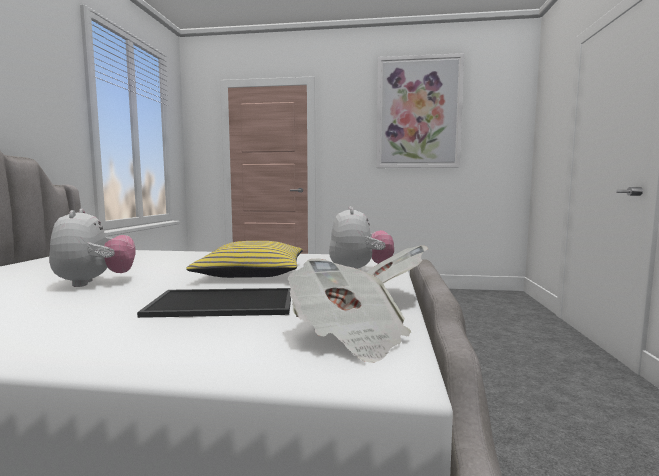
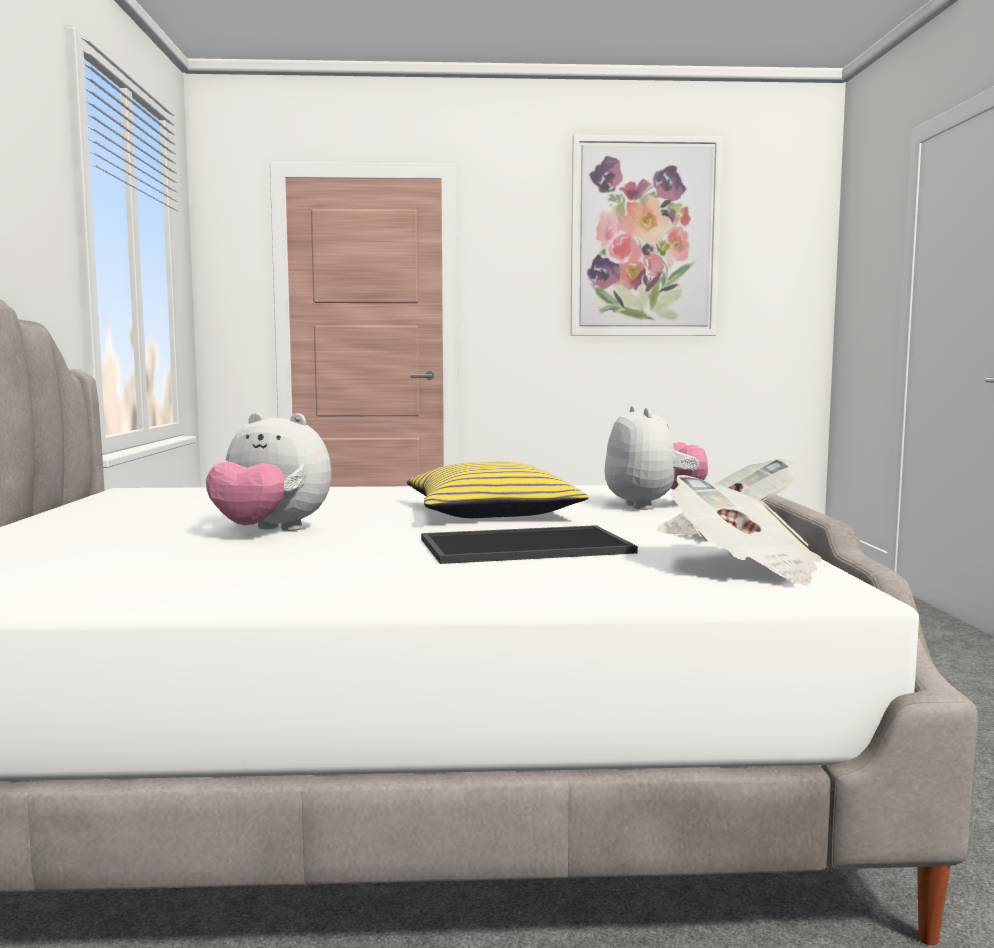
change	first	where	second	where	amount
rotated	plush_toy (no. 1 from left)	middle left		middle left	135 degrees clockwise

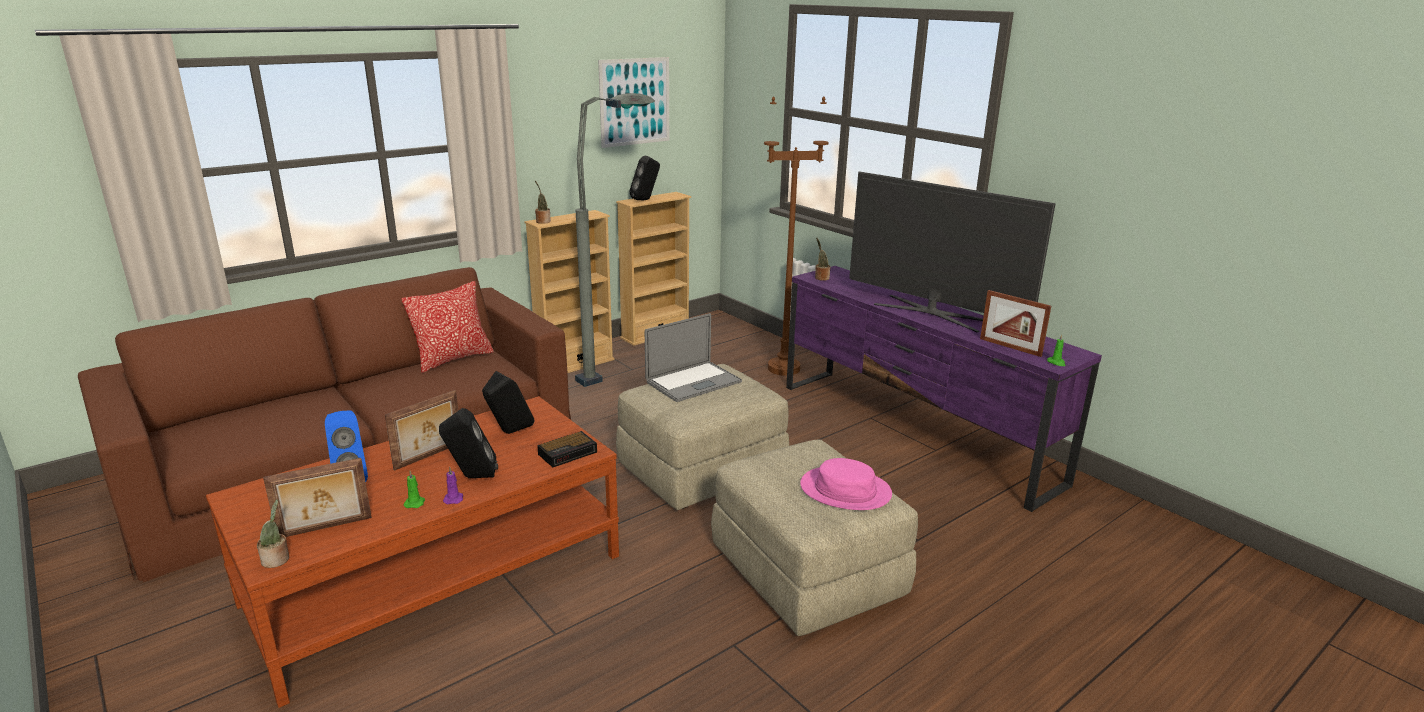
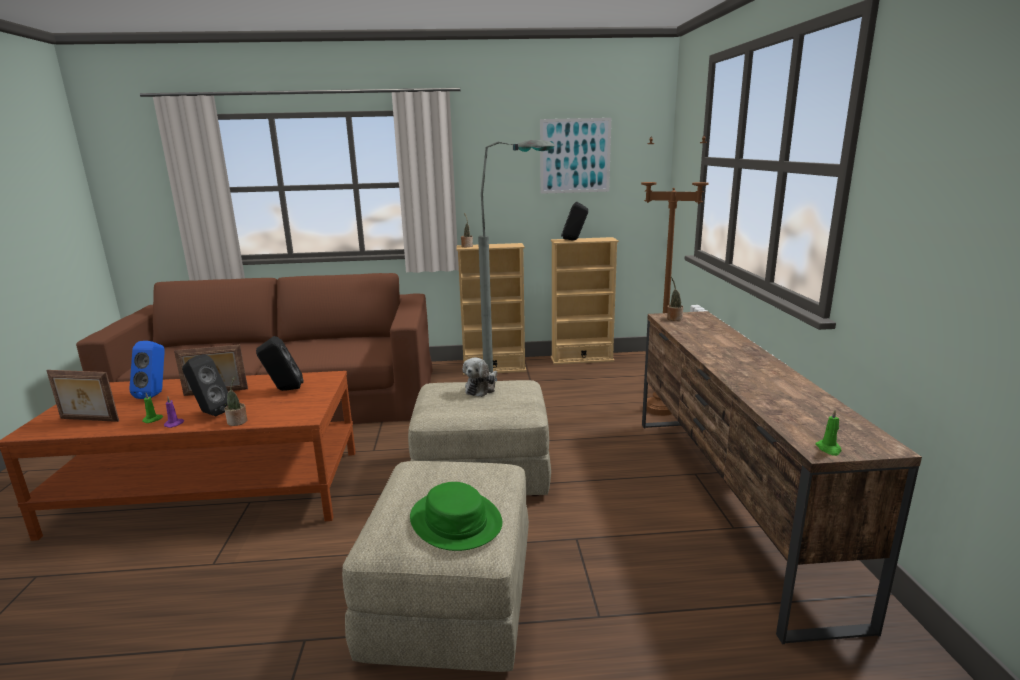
change	first	where	second	where	amount
gone	pillow	middle left			
gone	alarm_clock	centre			
gone	television	middle right			
gone	picture_frame (no. 3 from left)	middle right			
shifted	potted_plant (no. 1 from left)	bottom left		middle left	
swapped	laptop	centre	plush_toy	centre	
repainted	purple_tv_stand	centre	brown_tv_stand	bottom right	
repainted	pink_hat	bottom centre	green_hat	bottom centre	

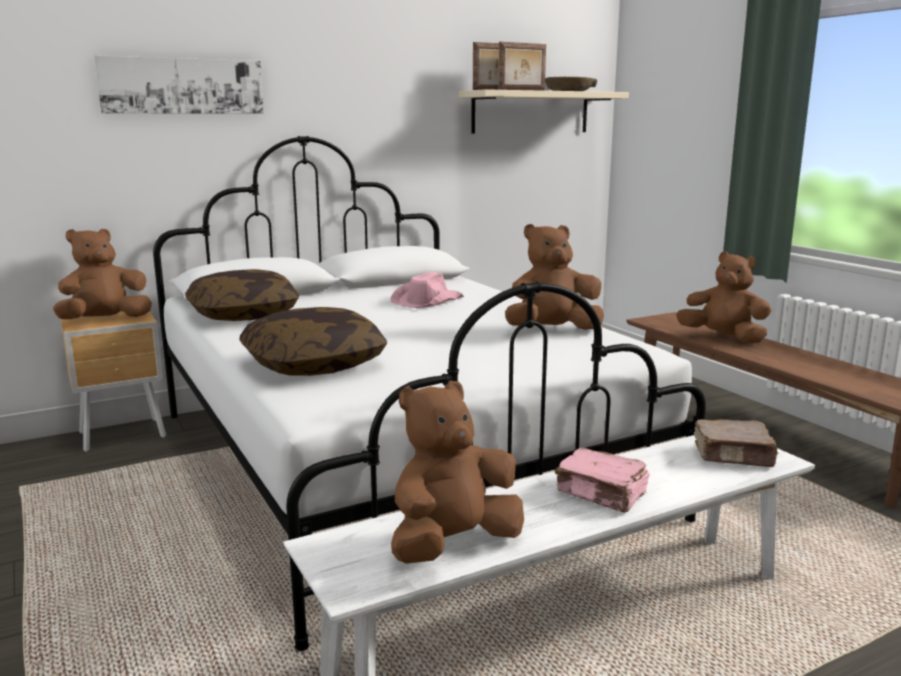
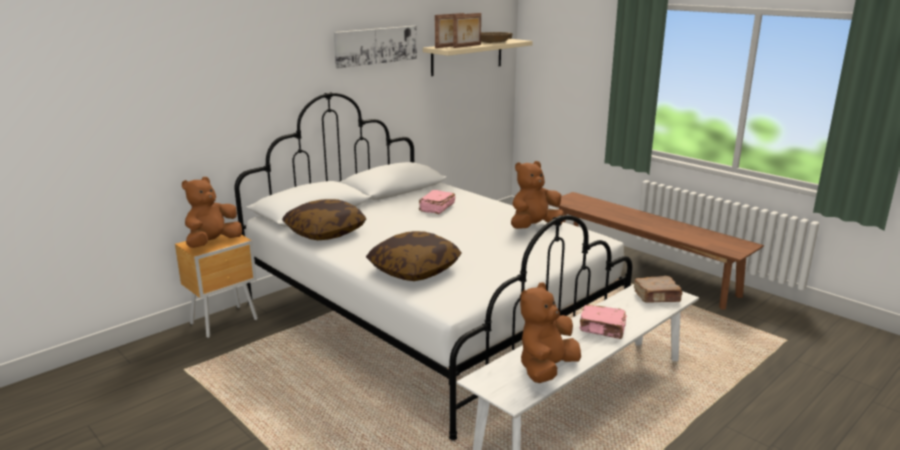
change	first	where	second	where	amount
gone	brown_plush_toy (no. 4 from left)	middle right			
shifted	picture	top left		top centre	
swapped	pink_hat	centre	pink_book (no. 1 from left)	centre	

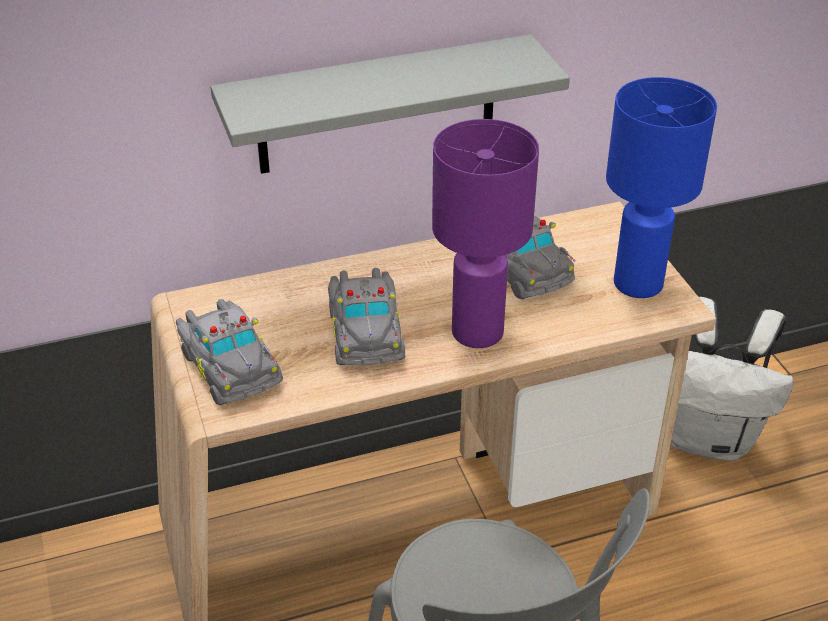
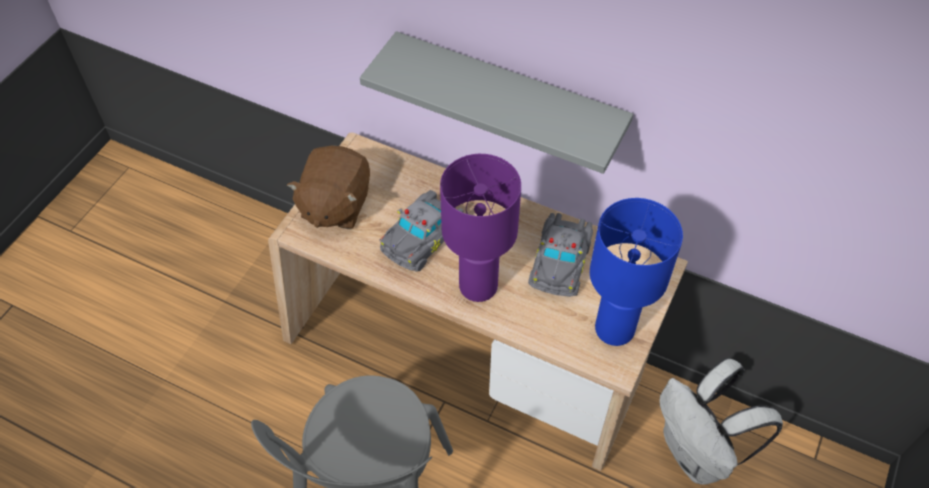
change	first	where	second	where	amount
swapped	grey_toy_car (no. 1 from left)	middle left	brown_plush_toy	centre	

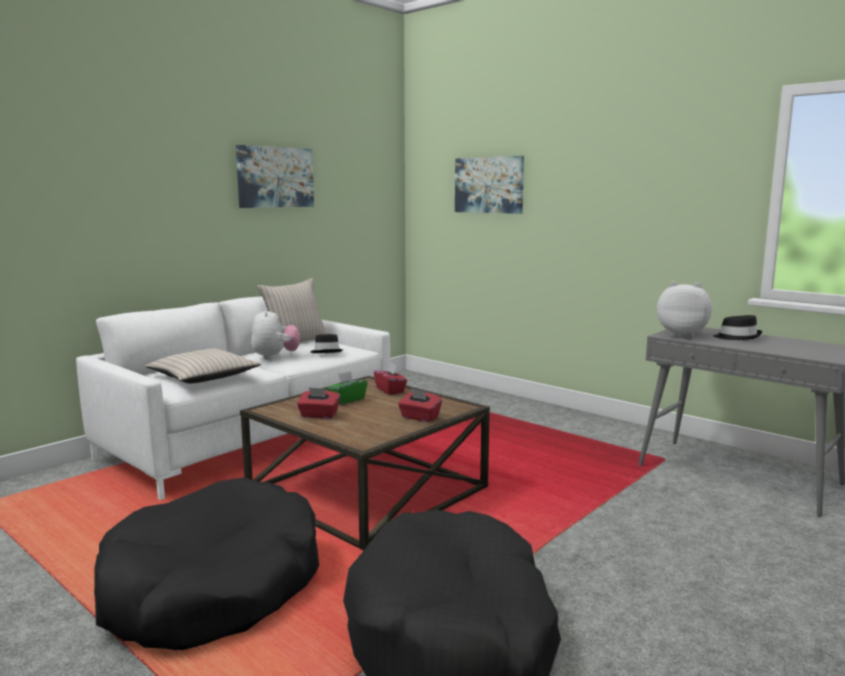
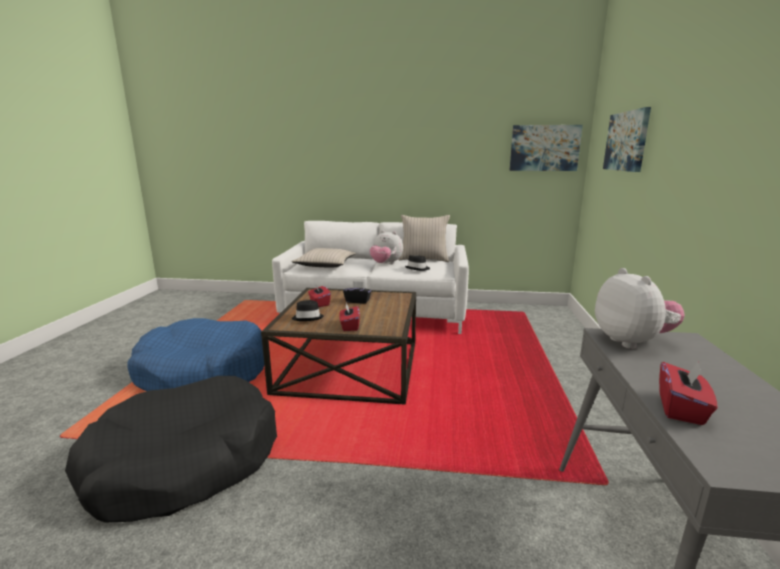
change	first	where	second	where	amount
shifted	picture (no. 1 from left)	top left		top right	
shifted	red_tissue_box (no. 2 from left in the first image)	centre	red_tissue_box (no. 3 from left)	bottom right	
shifted	black_hat (no. 2 from left in the first image)	middle right	black_hat (no. 1 from left)	centre	
repainted	black_dog_bed (no. 1 from left)	bottom left	blue_dog_bed	middle left	
repainted	green_tissue_box	centre	black_tissue_box	centre	
rotated	plush_toy (no. 1 from left)	middle left		centre	75 degrees clockwise

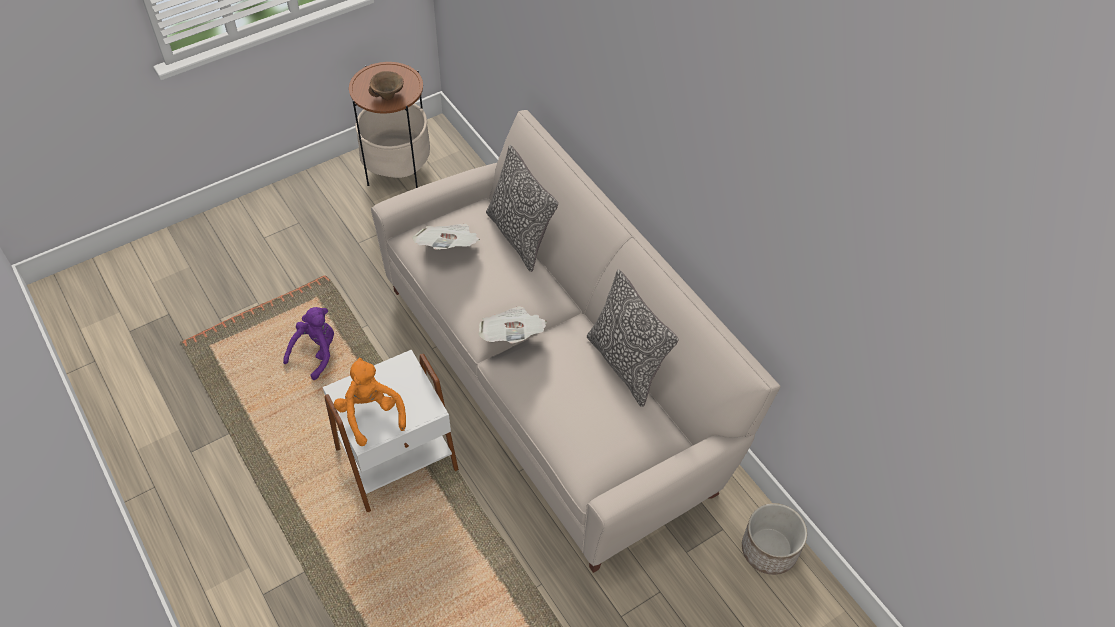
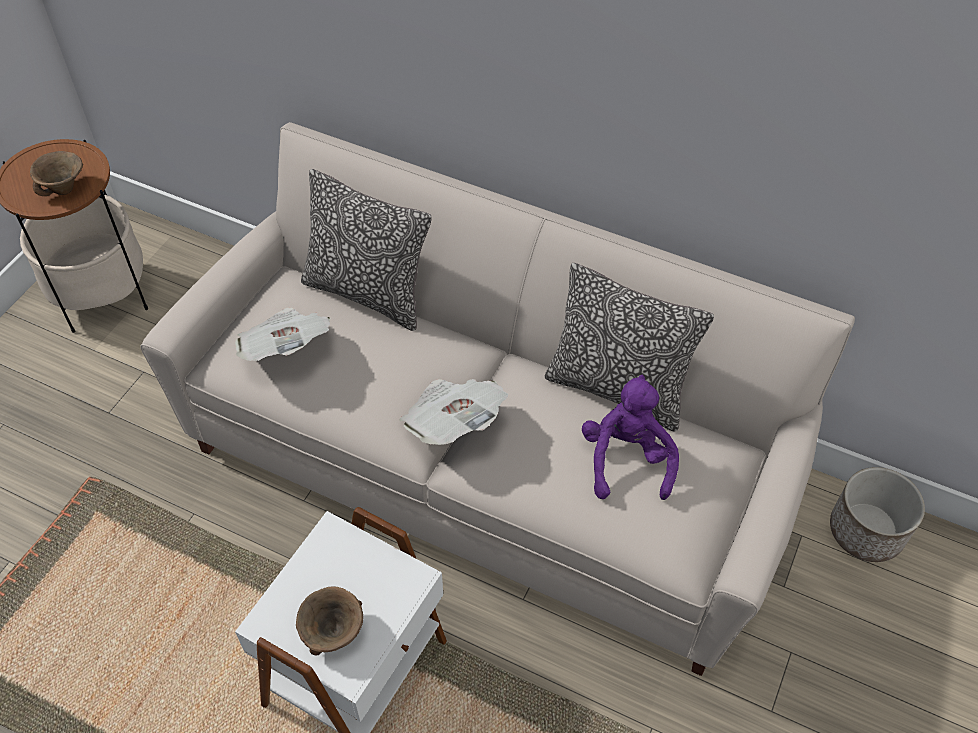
change	first	where	second	where	amount
shifted	purple_plush_toy	middle left		centre	
swapped	orange_plush_toy	middle left	brown_bowl (no. 2 from left)	bottom centre	

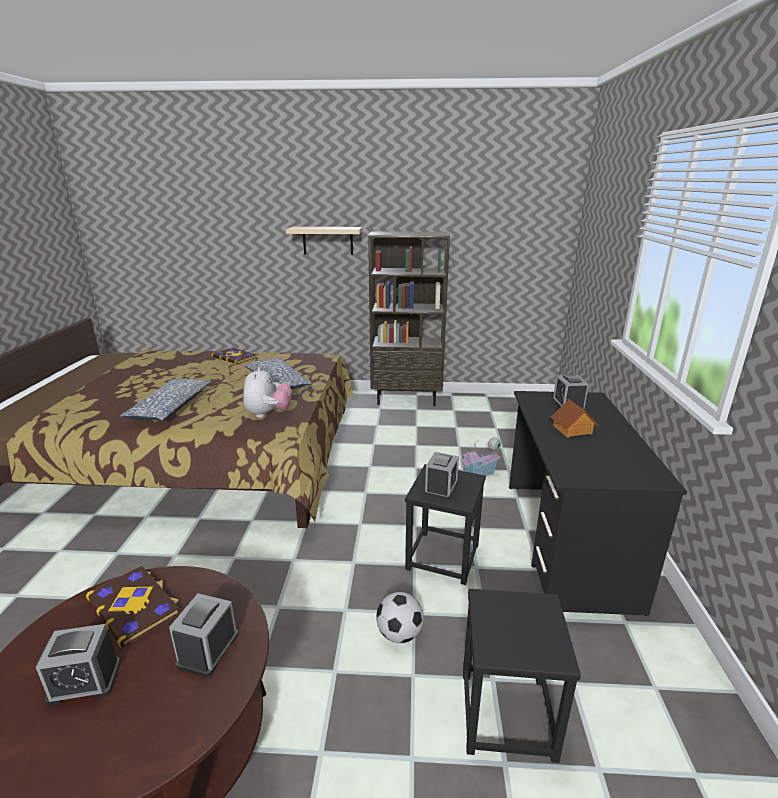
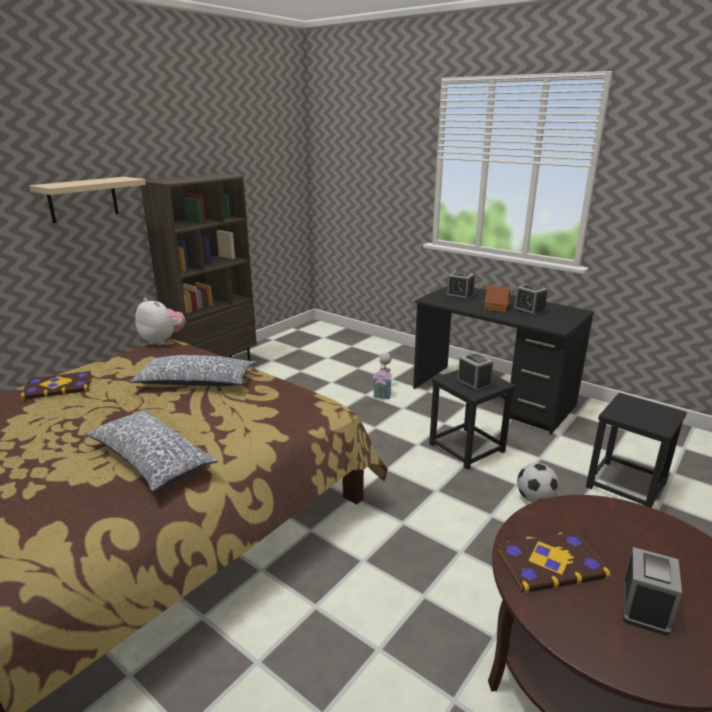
change	first	where	second	where	amount
shifted	alarm_clock (no. 2 from left in the first image)	bottom left	alarm_clock (no. 3 from left)	middle right	
shifted	plush_toy	centre		middle left	

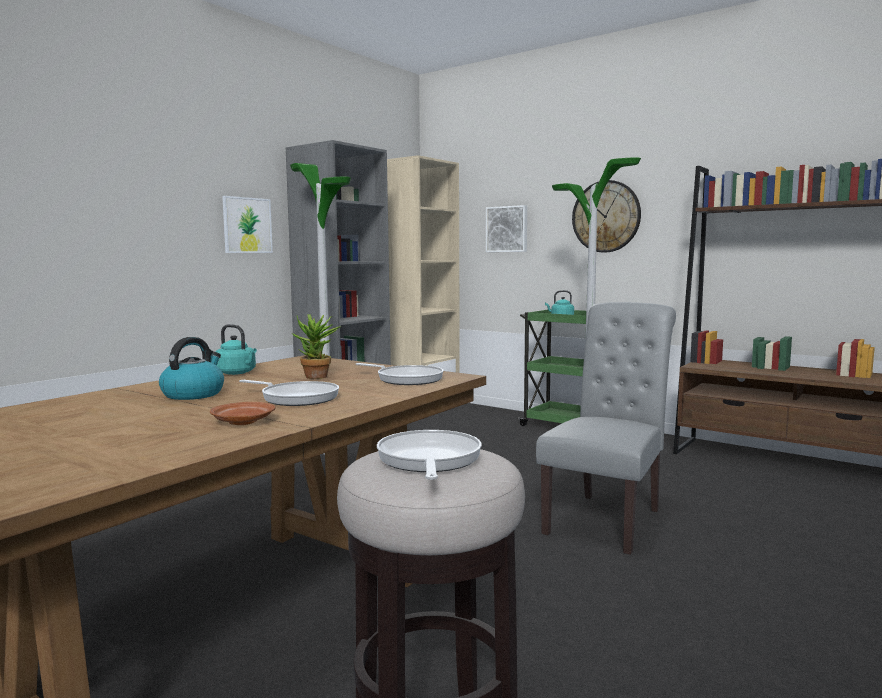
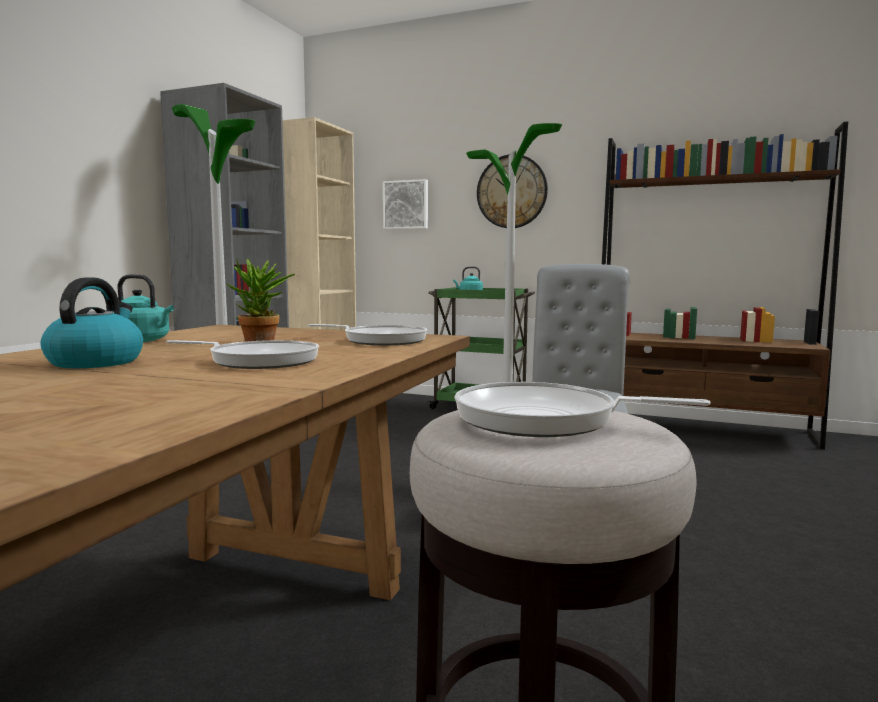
change	first	where	second	where	amount
gone	brown_plate	middle left			
gone	picture (no. 1 from left)	top left			
rotated	frying_pan (no. 3 from left)	centre		centre	60 degrees counterclockwise

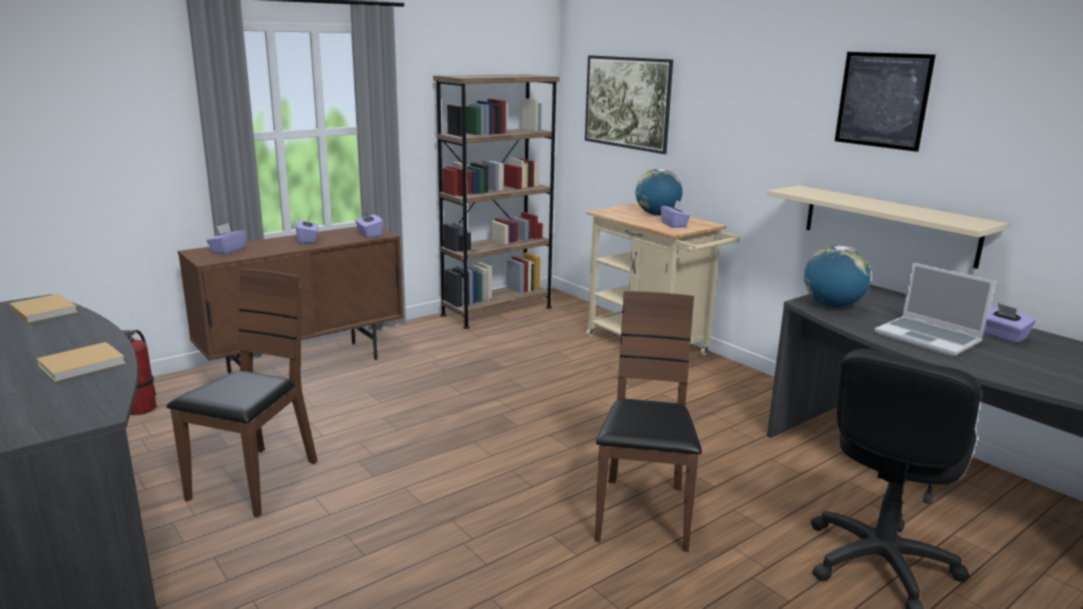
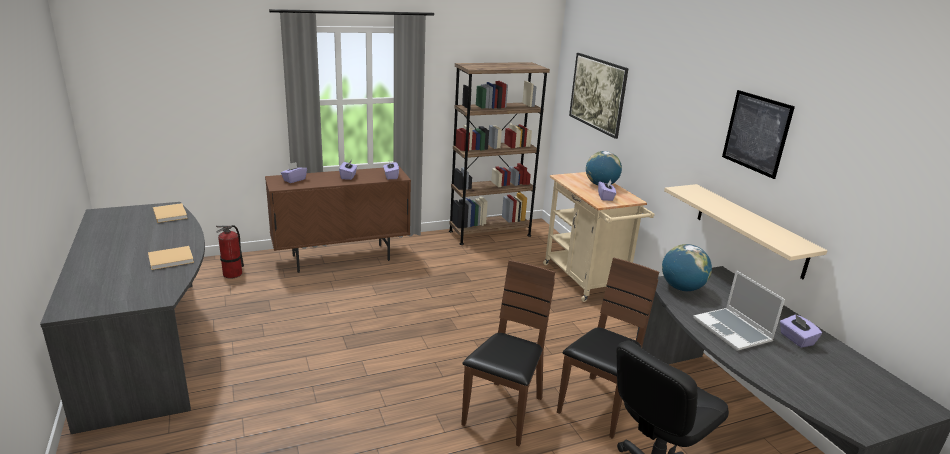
change	first	where	second	where	amount
shifted	brown_chair (no. 1 from left in the first image)	middle left	brown_chair (no. 2 from left)	bottom centre	

